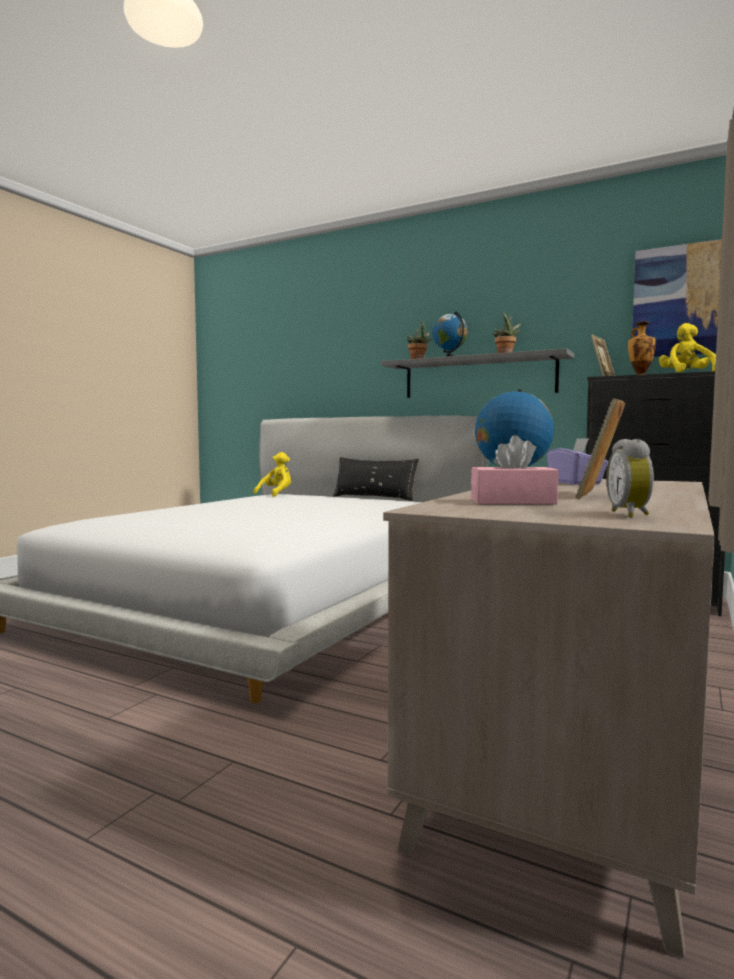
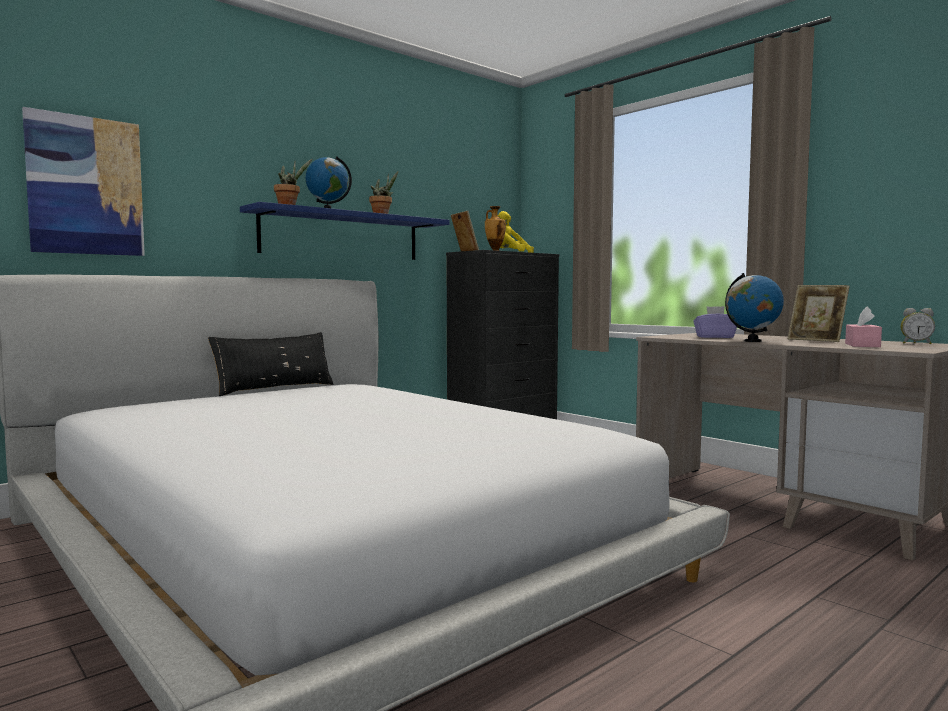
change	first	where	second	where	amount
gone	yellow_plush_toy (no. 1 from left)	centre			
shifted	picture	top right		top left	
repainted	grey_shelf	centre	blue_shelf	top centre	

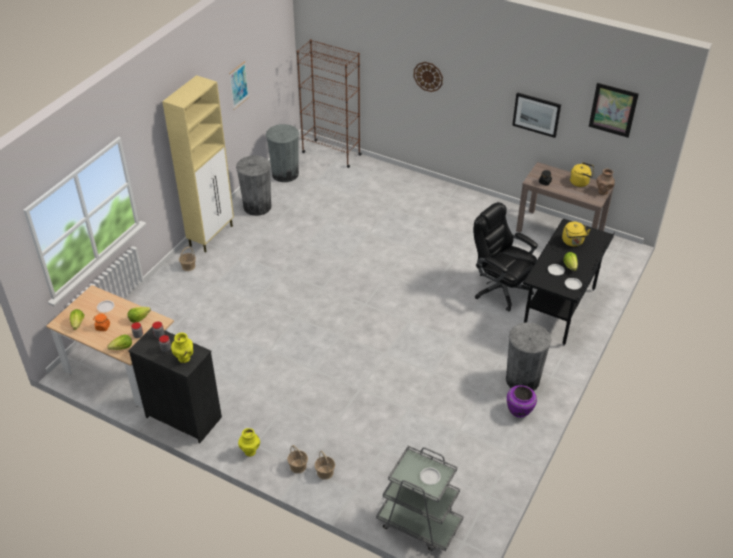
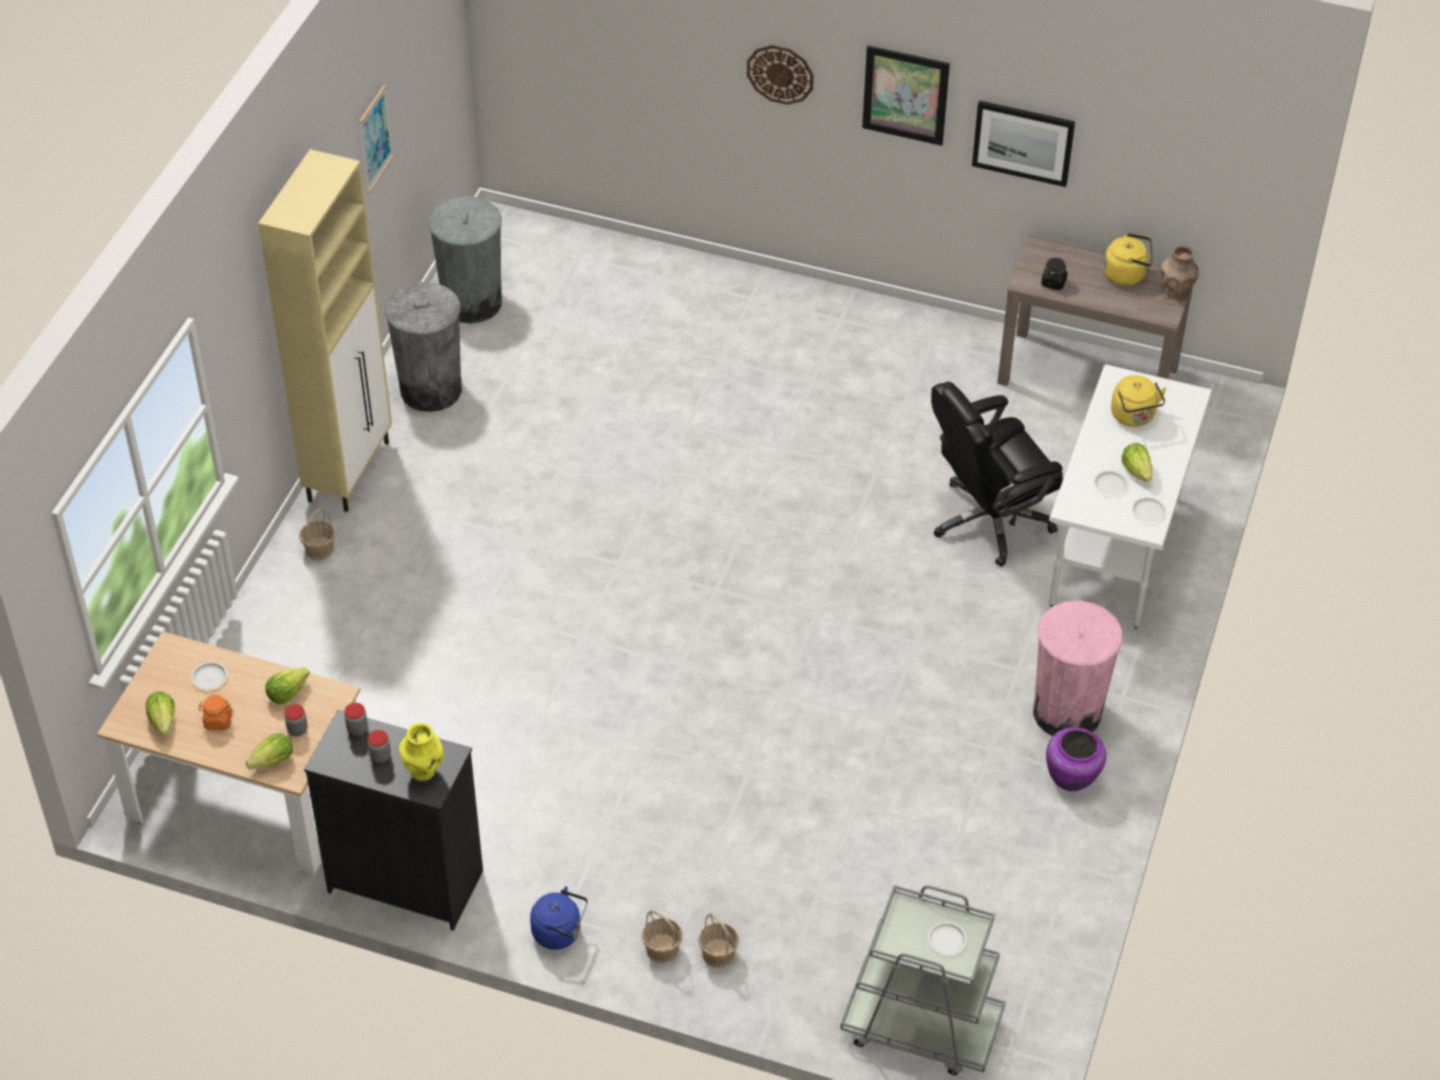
change	first	where	second	where	amount
gone	brown_bookcase	top centre			
shifted	picture (no. 3 from left in the first image)	top right	picture (no. 2 from left)	top centre	
swapped	yellow_vase (no. 2 from left)	bottom centre	blue_kettle	bottom centre	
repainted	grey_trash_can (no. 3 from left)	middle right	pink_trash_can	middle right	
repainted	black_desk	middle right	white_desk	middle right	
rotated	black_office_chair	middle right		middle right	60 degrees counterclockwise

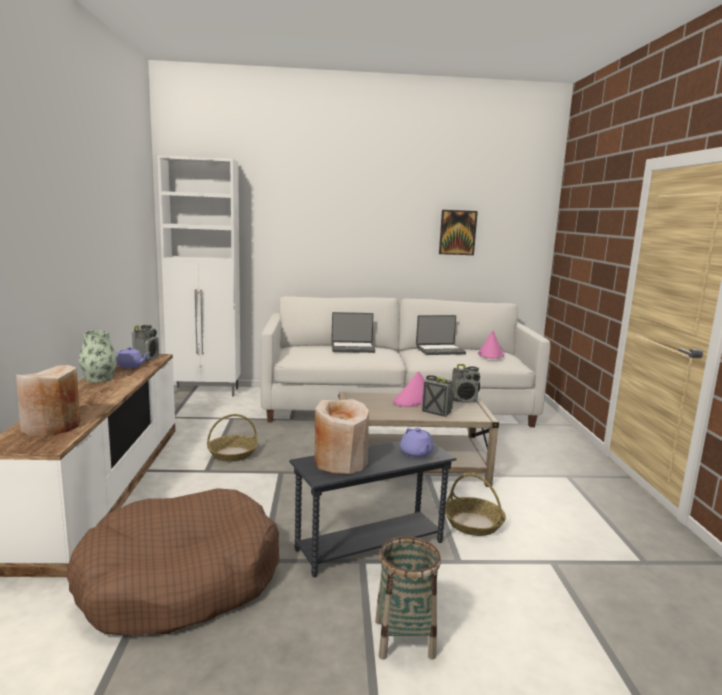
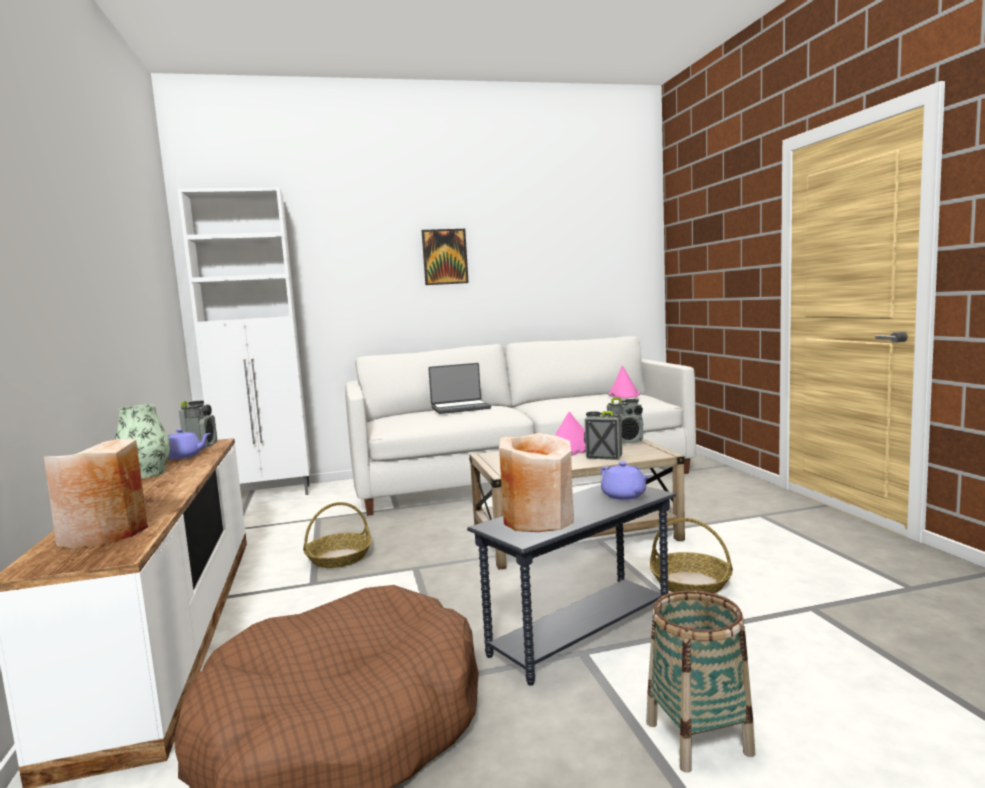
change	first	where	second	where	amount
gone	laptop (no. 2 from left)	centre			
shifted	picture	centre		top centre	

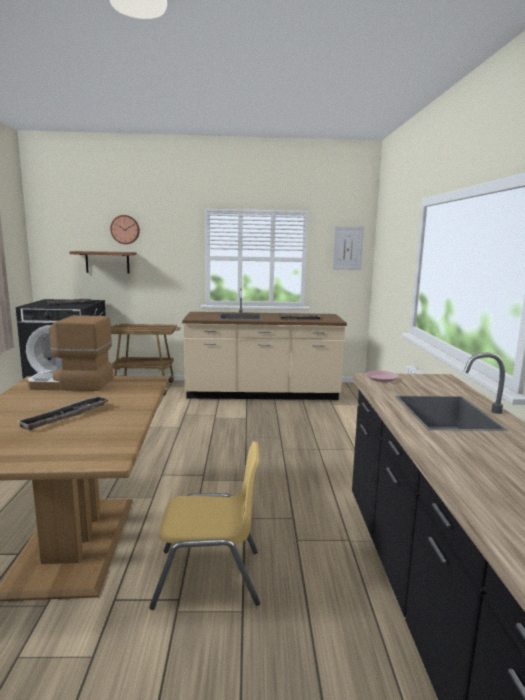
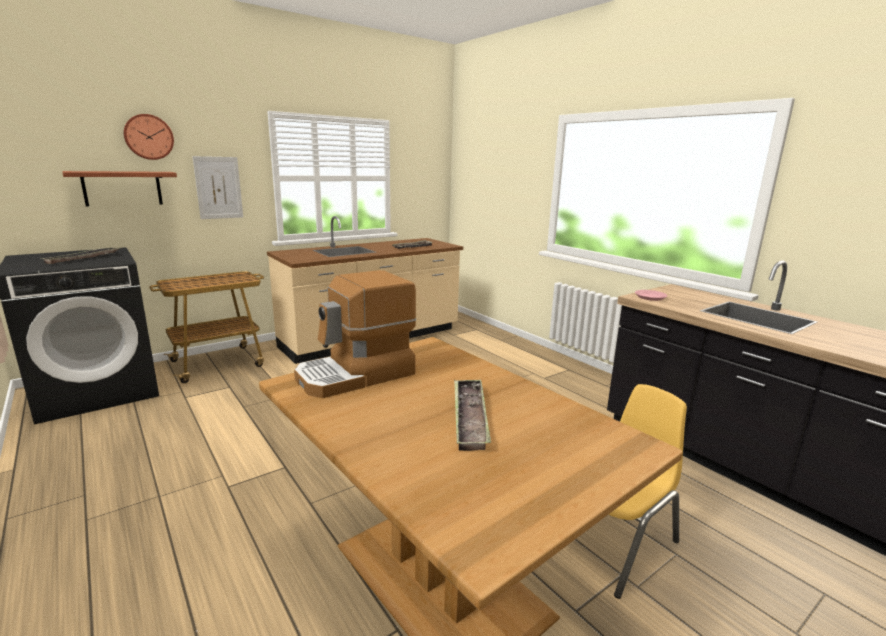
change	first	where	second	where	amount
shifted	picture	centre		top left	

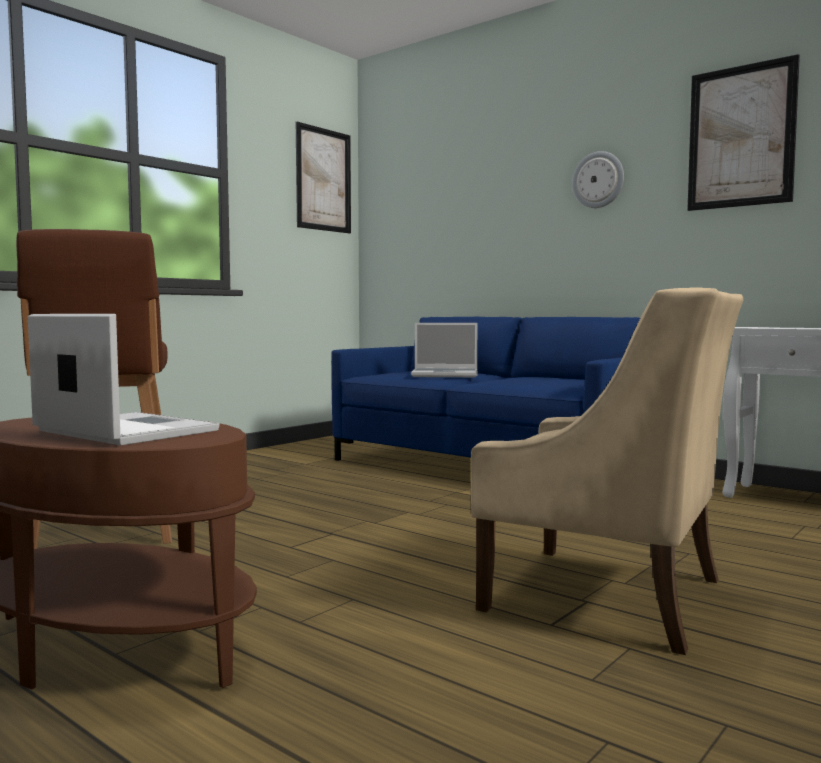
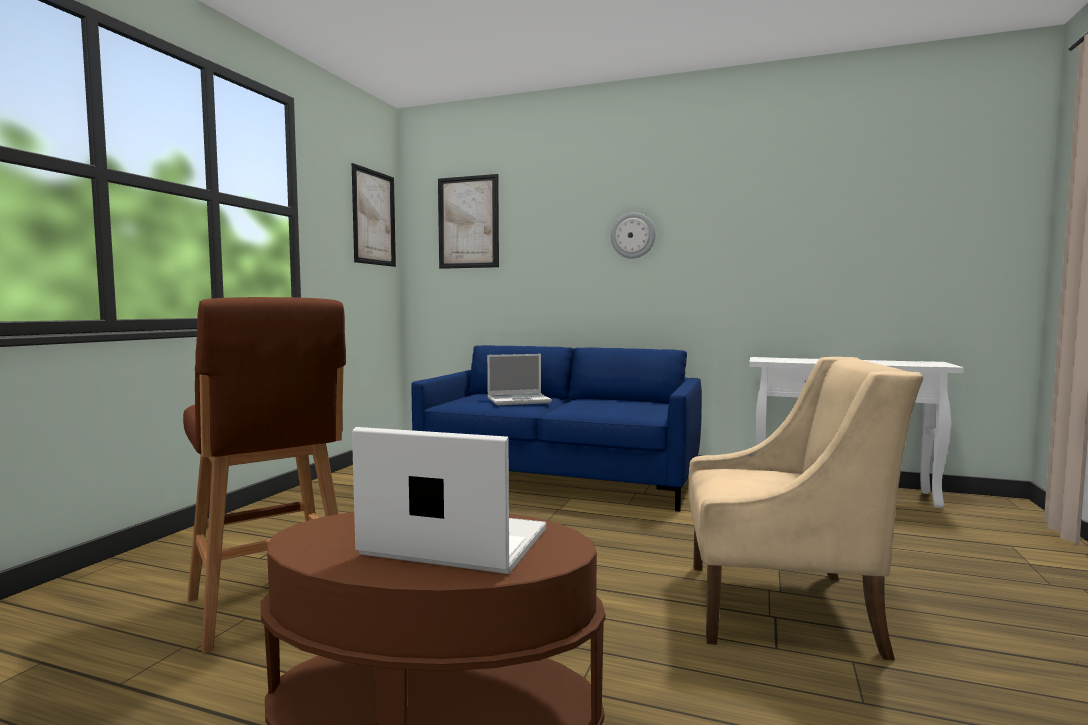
change	first	where	second	where	amount
shifted	picture (no. 2 from left)	top right		top centre	

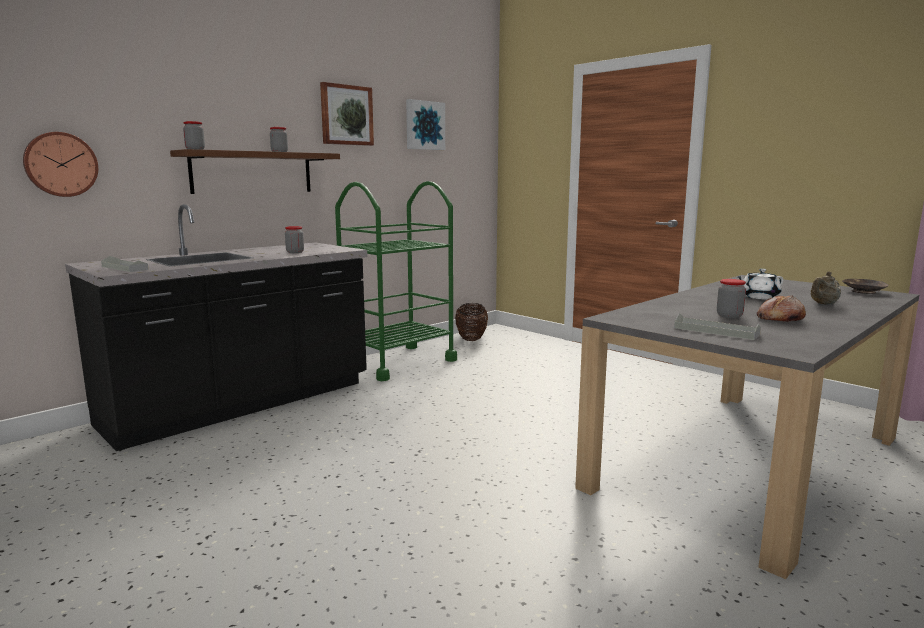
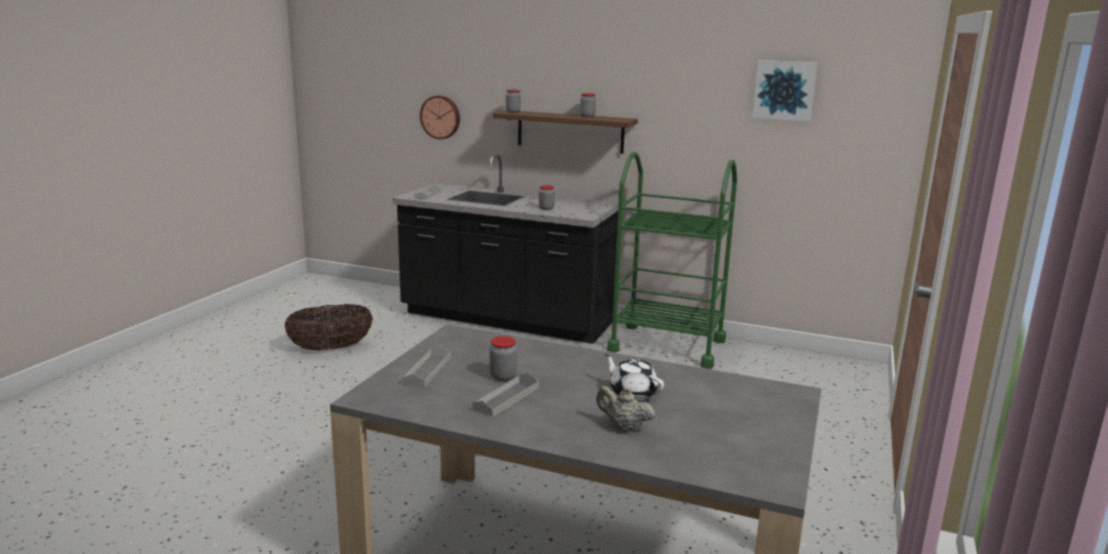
change	first	where	second	where	amount
gone	picture (no. 1 from left)	top centre			
gone	brown_bowl	middle right			
shifted	basket	centre		middle left	
swapped	bread	middle right	grey_tray (no. 3 from left)	bottom centre	

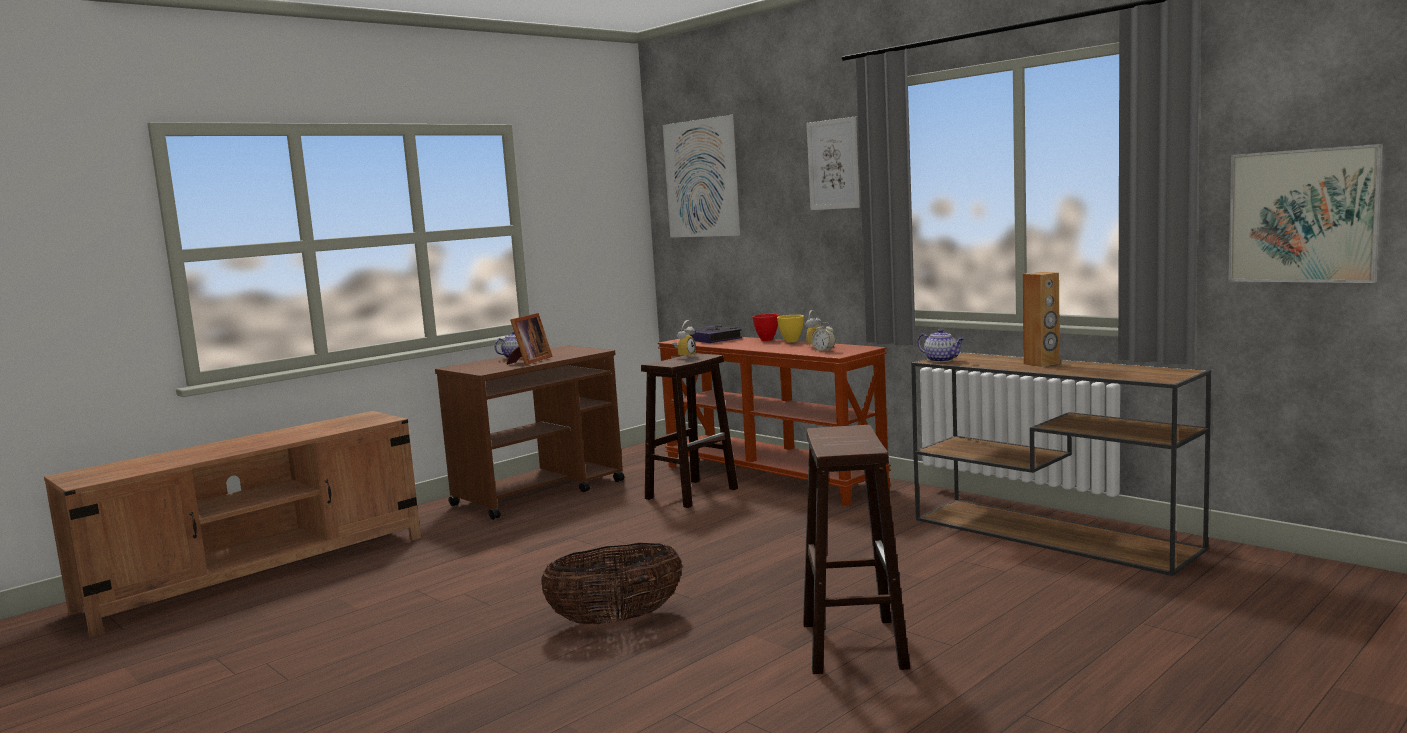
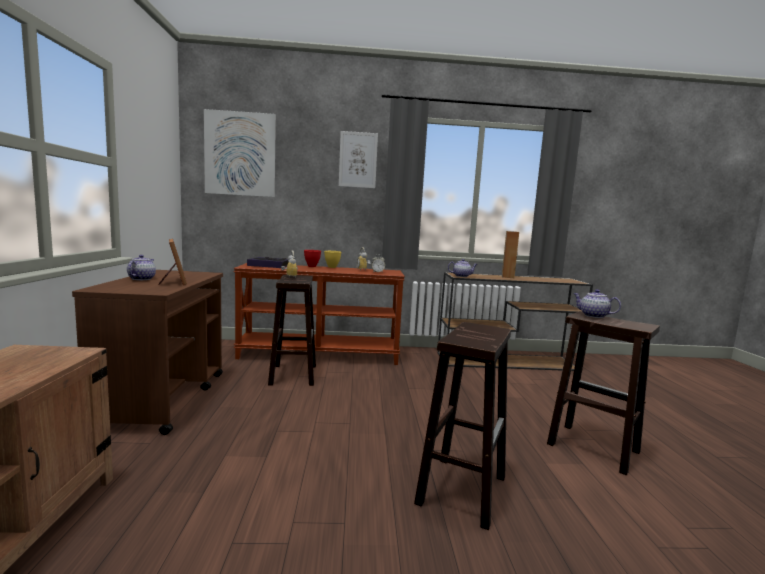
change	first	where	second	where	amount
gone	picture (no. 3 from left)	top right			
new			teapot (no. 3 from left)	middle right	
swapped	basket	bottom centre	brown_stool (no. 2 from left)	bottom centre	

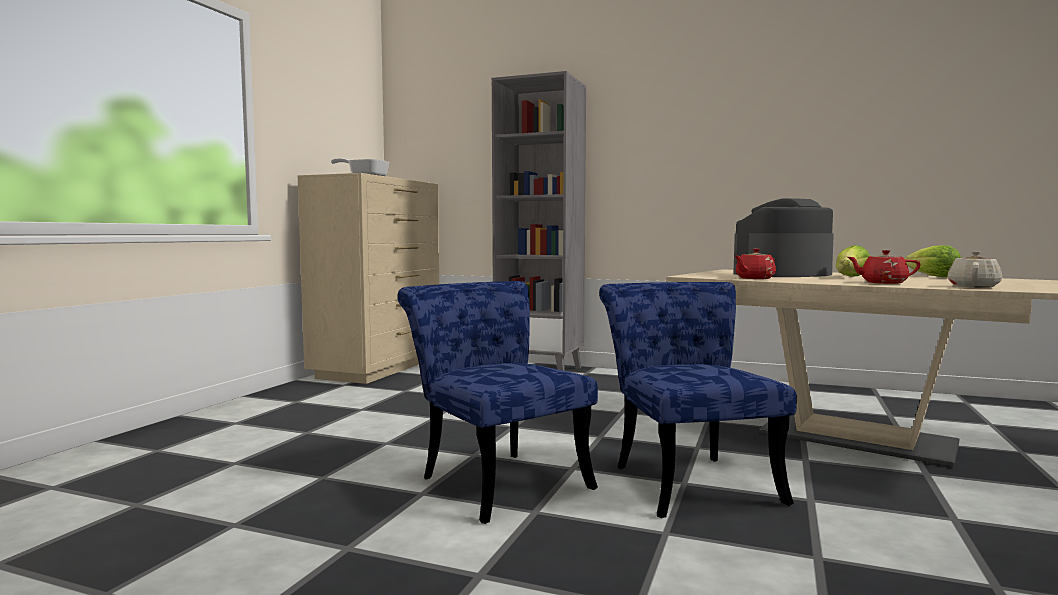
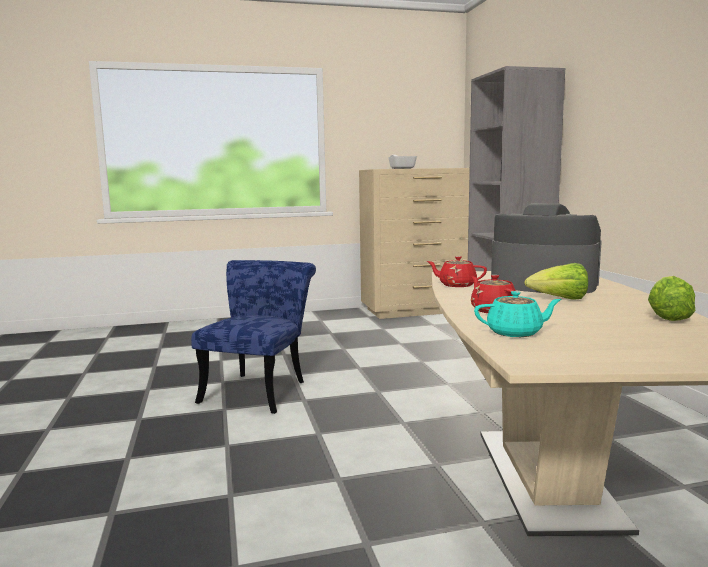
change	first	where	second	where	amount
gone	blue_chair (no. 2 from left)	bottom centre			
repainted	beige_teapot	middle right	turquoise_teapot	middle right	

